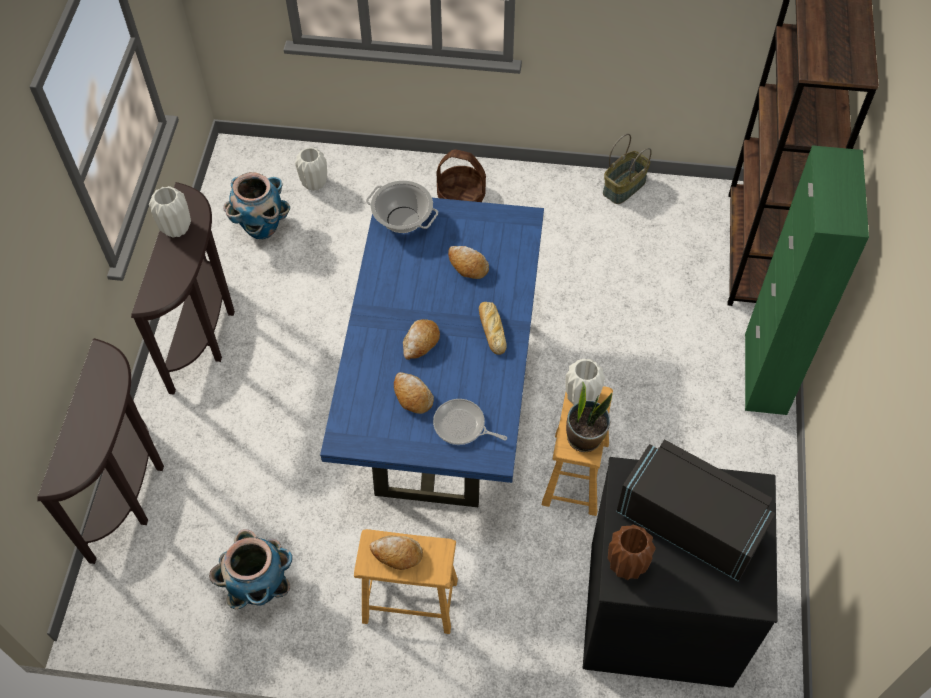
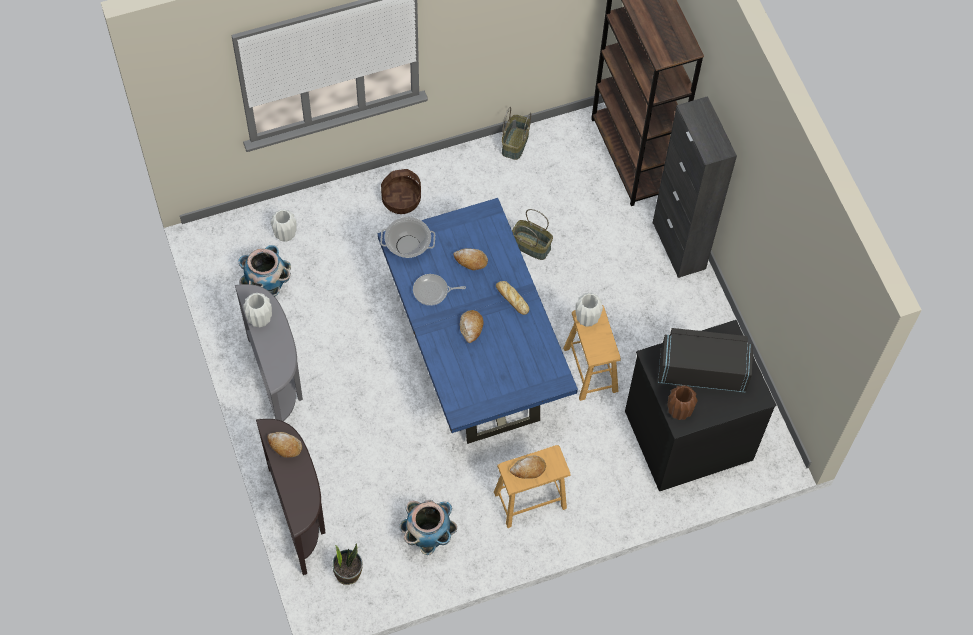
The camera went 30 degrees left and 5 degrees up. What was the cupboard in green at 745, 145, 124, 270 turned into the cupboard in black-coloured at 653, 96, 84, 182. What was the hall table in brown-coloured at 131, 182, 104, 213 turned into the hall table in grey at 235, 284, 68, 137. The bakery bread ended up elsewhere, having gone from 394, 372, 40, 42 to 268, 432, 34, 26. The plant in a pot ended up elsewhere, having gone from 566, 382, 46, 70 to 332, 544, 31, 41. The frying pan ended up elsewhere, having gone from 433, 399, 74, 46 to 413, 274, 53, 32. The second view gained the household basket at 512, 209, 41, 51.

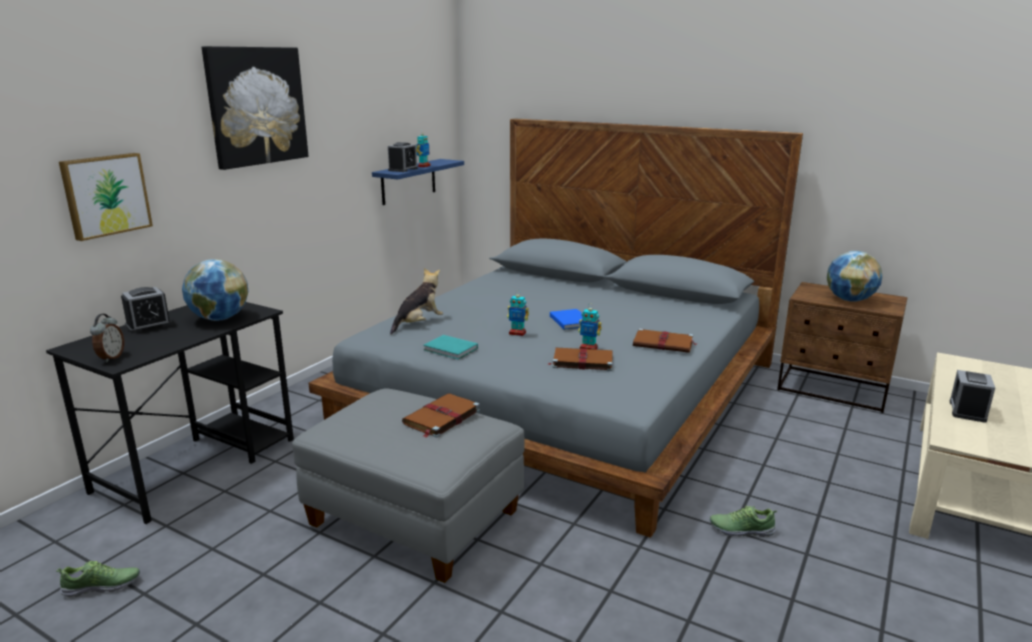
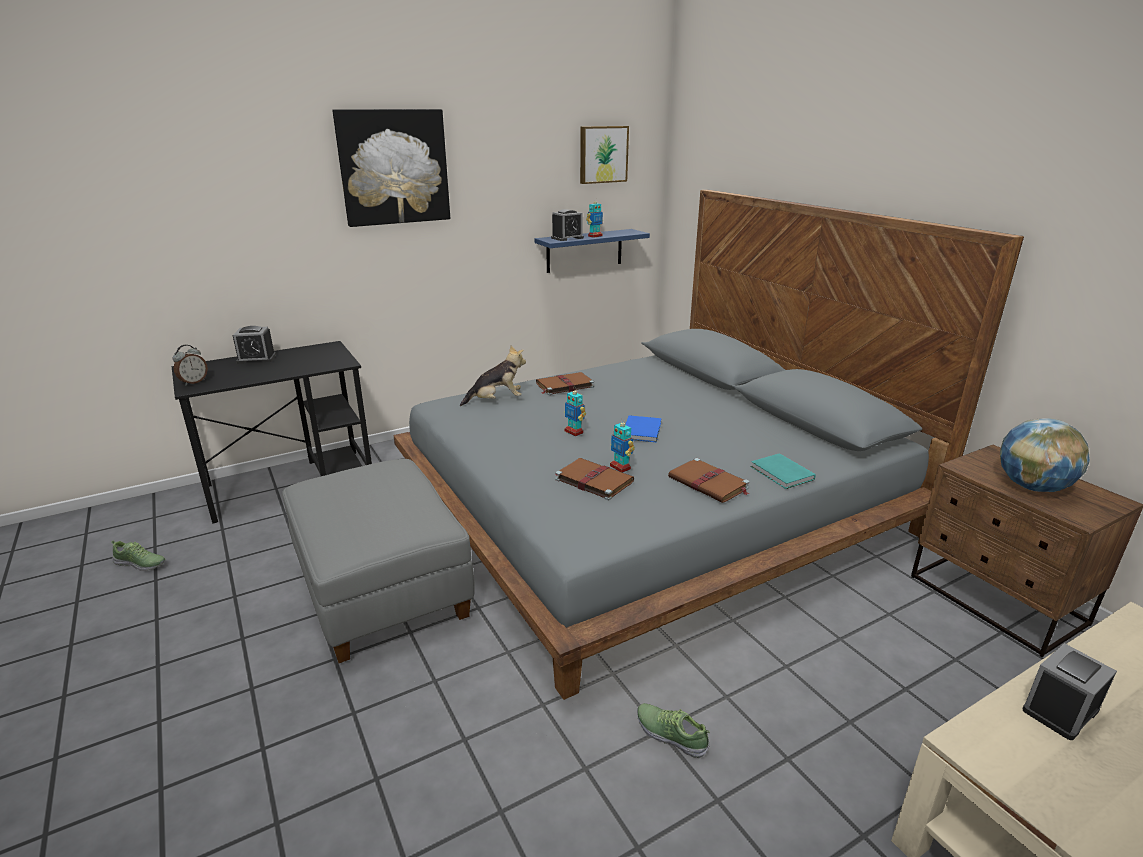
The camera went 30 degrees right and 5 degrees up. The picture ended up elsewhere, having gone from 59, 153, 94, 88 to 580, 126, 49, 58. The second view lost the globe at 182, 259, 66, 62. The volume in blue-green ended up elsewhere, having gone from 423, 335, 55, 24 to 751, 453, 65, 36. The volume in brown-coloured ended up elsewhere, having gone from 402, 394, 78, 44 to 536, 372, 58, 23.

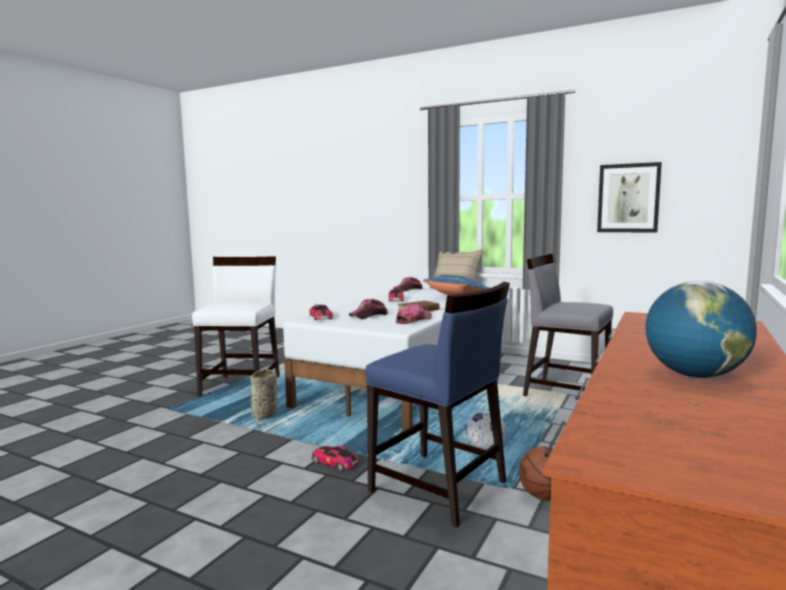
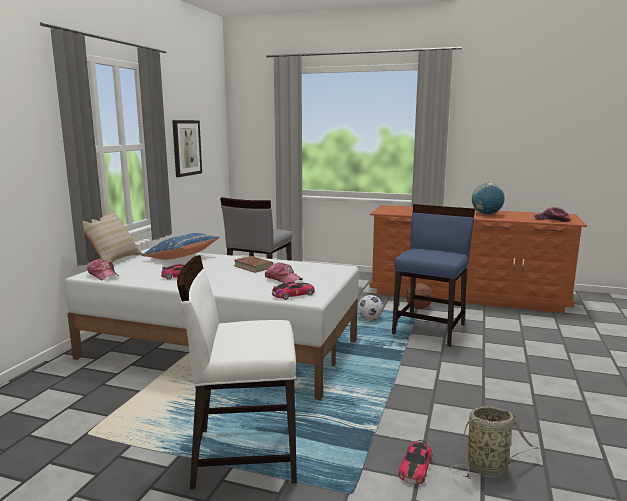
The camera went 100 degrees left and 5 degrees up. The peaked cap ended up elsewhere, having gone from 396, 304, 36, 20 to 534, 207, 37, 15. The household basket ended up elsewhere, having gone from 249, 368, 28, 60 to 450, 406, 90, 73. The toy car ended up elsewhere, having gone from 312, 446, 47, 25 to 399, 440, 33, 44.

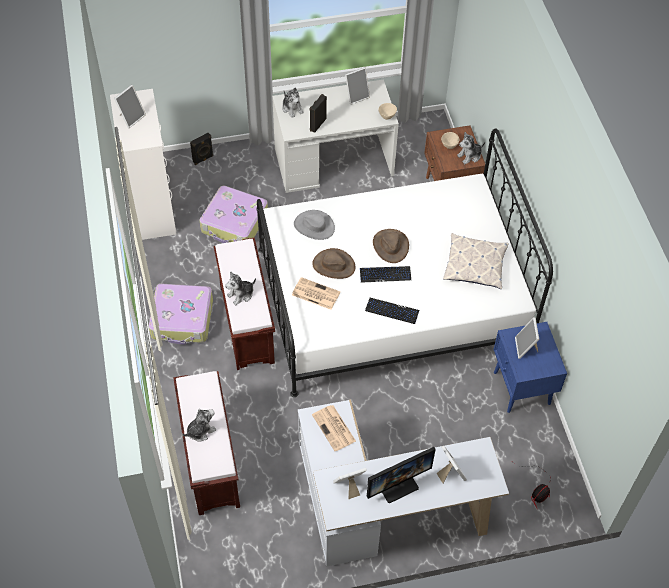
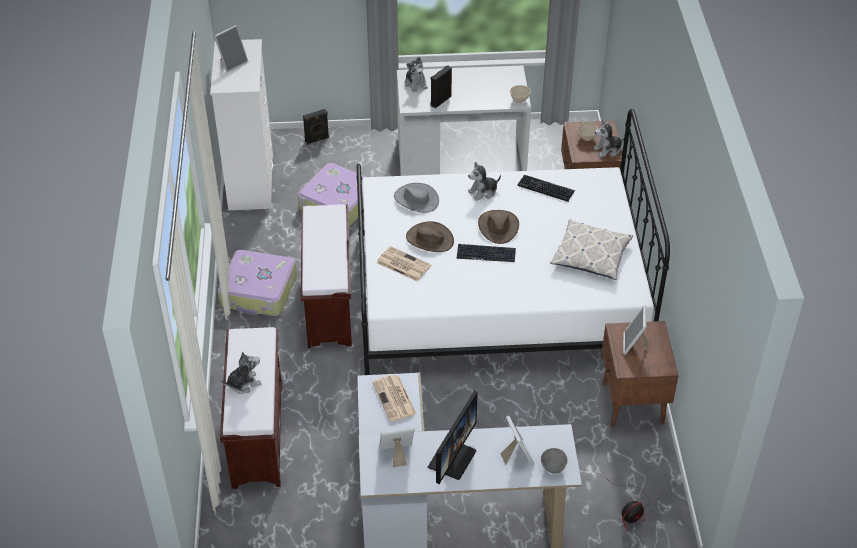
The camera went 10 degrees right and 10 degrees down. The second view lost the standing frame at 345, 67, 25, 38. The plush toy ended up elsewhere, having gone from 225, 271, 31, 34 to 468, 162, 33, 39. The PC keyboard ended up elsewhere, having gone from 365, 298, 55, 26 to 517, 175, 58, 27. What was the bedside table in bluish at 494, 322, 73, 91 turned into the bedside table in brown-coloured at 602, 321, 77, 106. The monitor at 367, 447, 69, 56 ended up facing another way, 45 degrees counterclockwise from before. The second view gained the deep dish in grey at 541, 448, 27, 26.

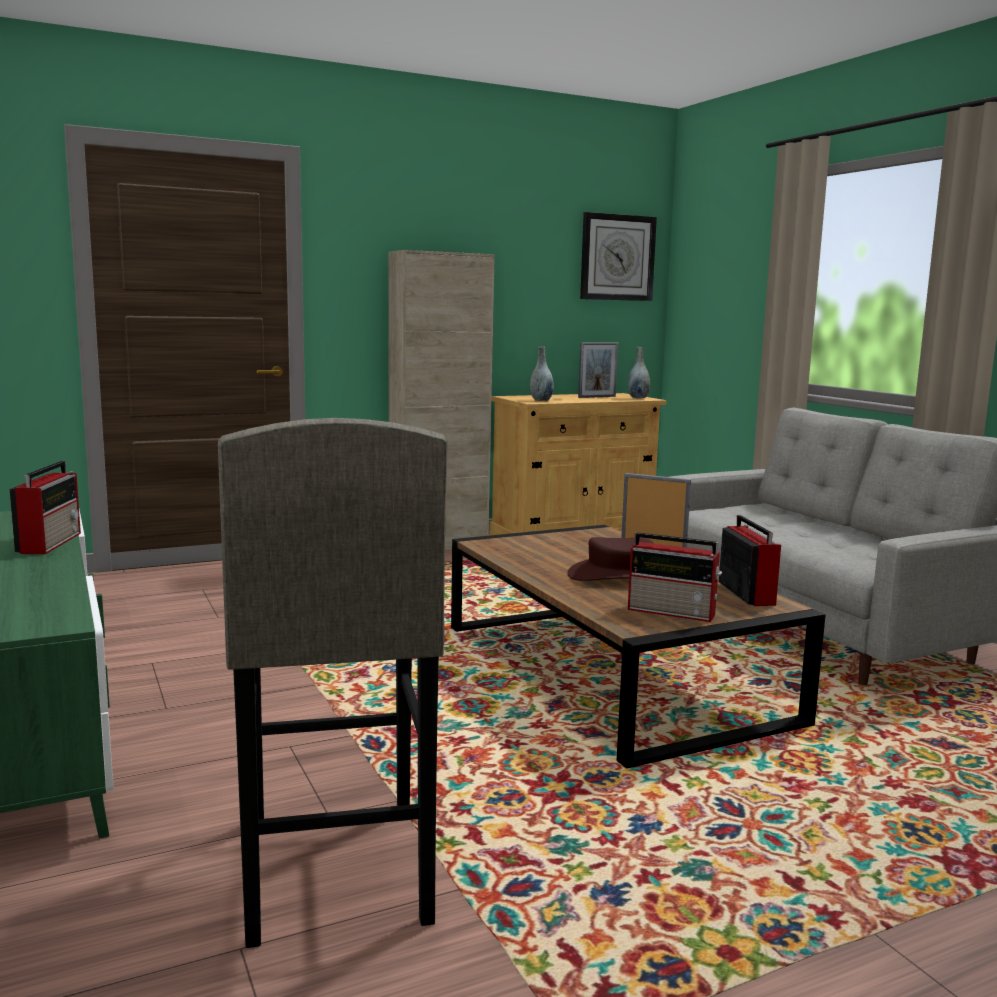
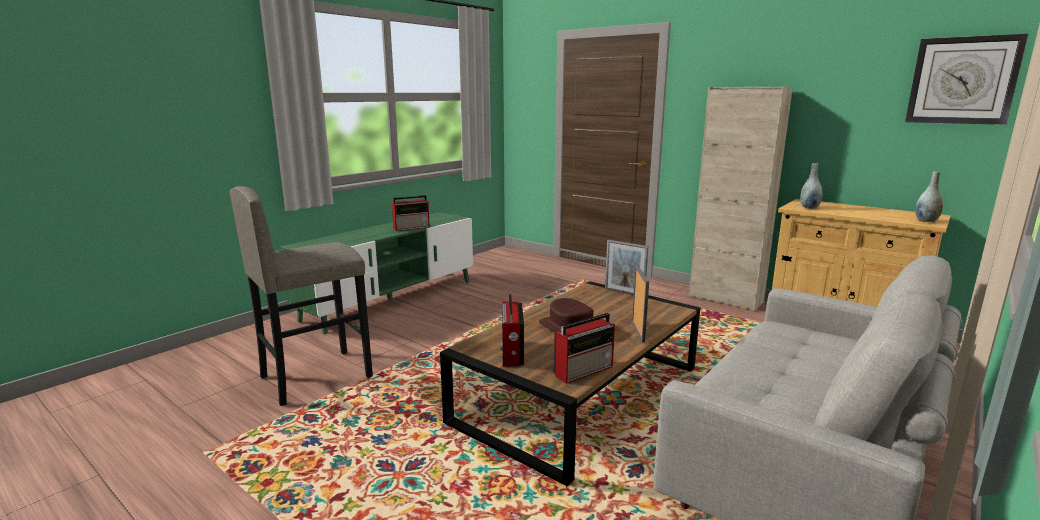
The camera went 65 degrees right and 5 degrees up. The standing frame ended up elsewhere, having gone from 578, 342, 40, 56 to 605, 240, 43, 55.

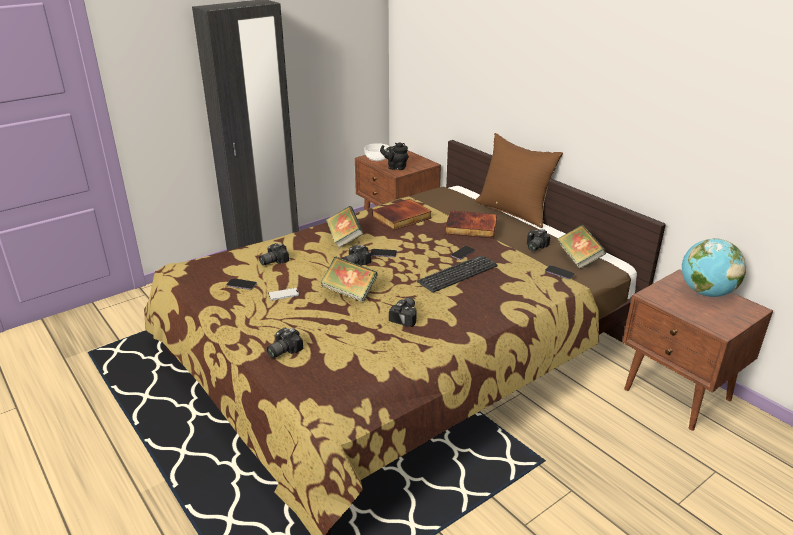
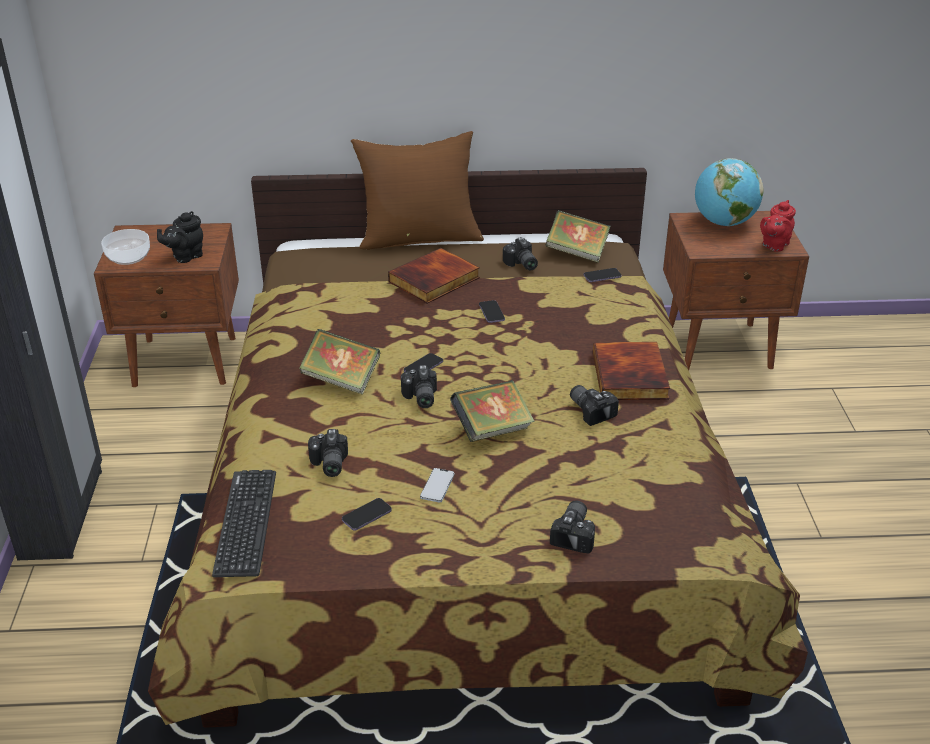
The camera went 55 degrees left and 5 degrees up. The volume ended up elsewhere, having gone from 372, 199, 60, 31 to 593, 342, 77, 58. The PC keyboard ended up elsewhere, having gone from 417, 256, 81, 37 to 212, 470, 64, 107. The photo camera at 267, 328, 36, 30 ended up facing another way, 150 degrees counterclockwise from before. The second view gained the tea pot in red-coloured at 760, 200, 36, 52.

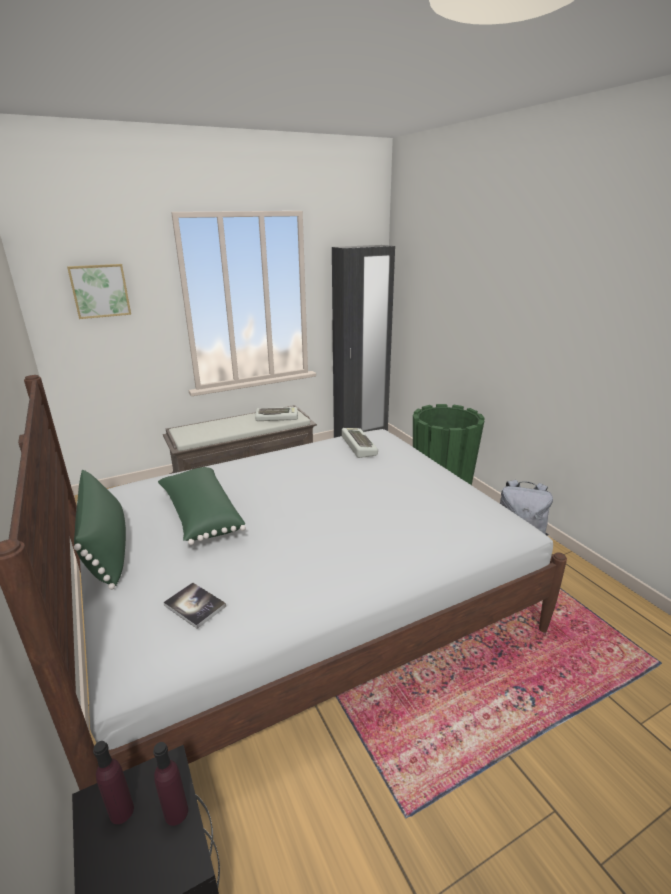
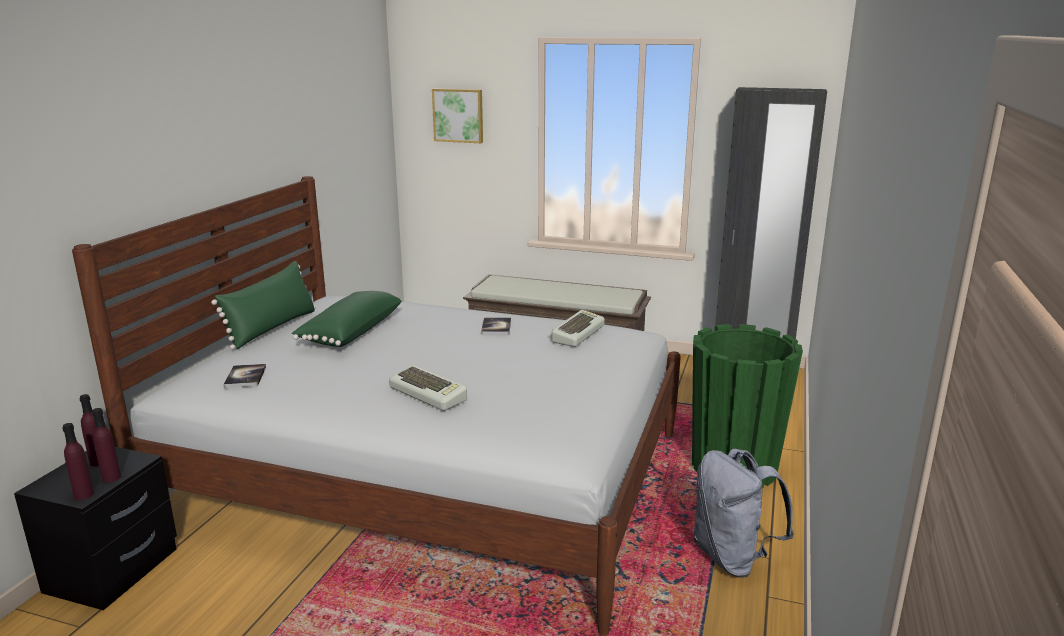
The camera went 45 degrees right and 5 degrees down. The PC keyboard ended up elsewhere, having gone from 255, 407, 43, 14 to 389, 365, 78, 46. The second view gained the volume at 481, 317, 30, 18. The second view gained the bottle in purple at 62, 423, 32, 77.

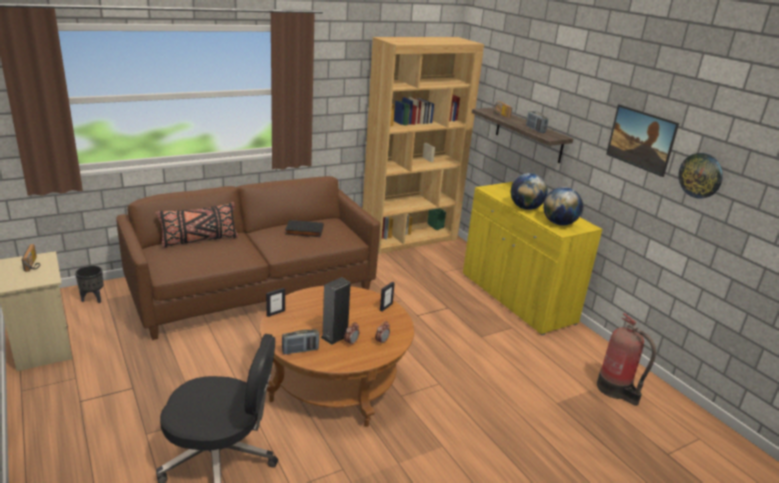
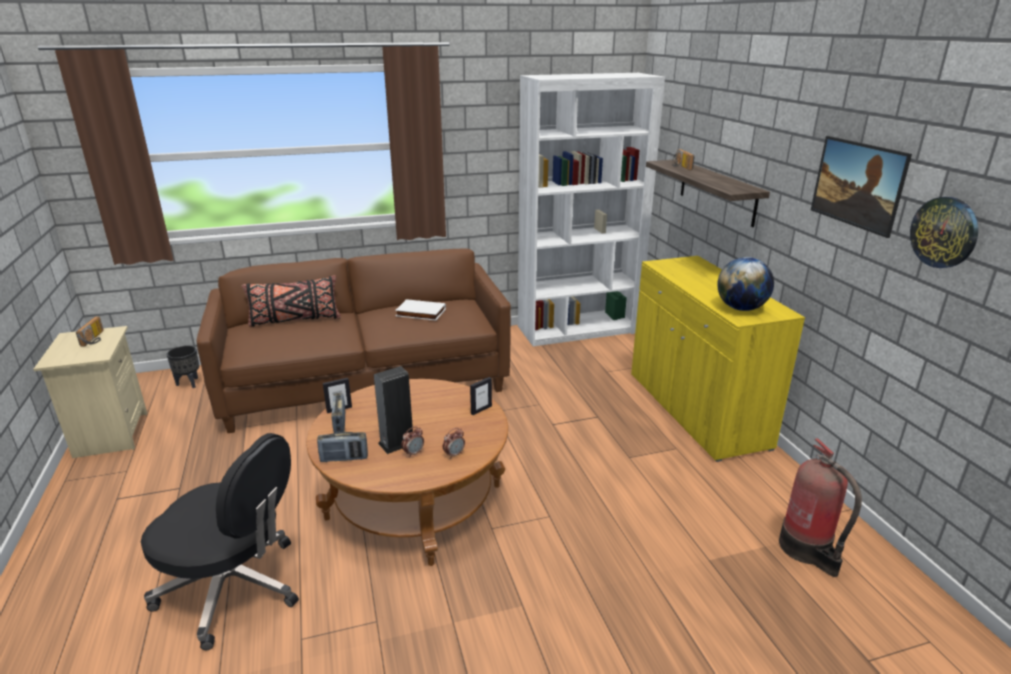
The camera went 15 degrees right and 0 degrees up. What was the bookshelf in brown-coloured at 363, 37, 121, 217 turned into the bookshelf in white-coloured at 518, 73, 147, 273. The radio receiver ended up elsewhere, having gone from 526, 111, 22, 22 to 331, 393, 14, 40. The second view lost the globe at 511, 173, 37, 37. What was the volume in black-coloured at 285, 220, 38, 17 turned into the volume in white-coloured at 395, 299, 51, 22.

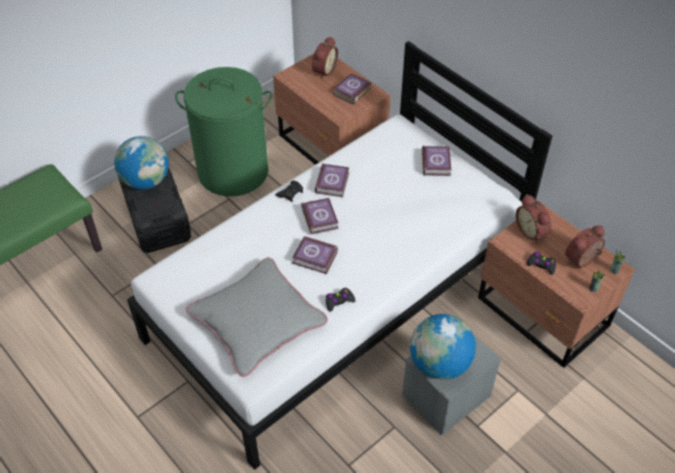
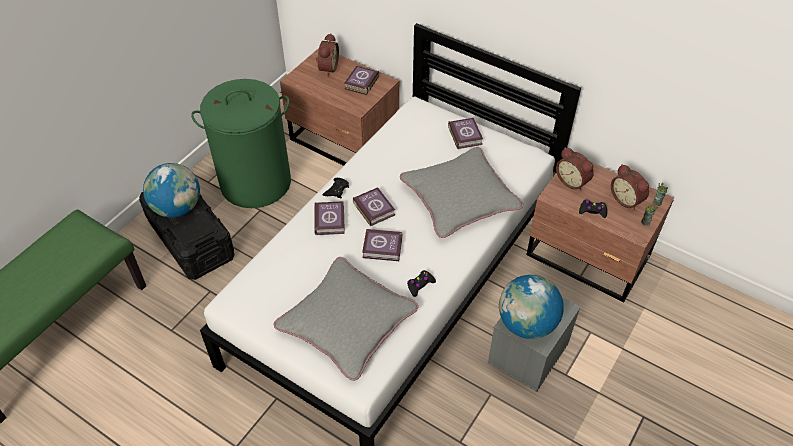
The camera went 15 degrees left and 0 degrees up. The volume ended up elsewhere, having gone from 315, 163, 34, 34 to 314, 201, 31, 34. The table clock at 565, 225, 40, 43 ended up facing another way, 75 degrees counterclockwise from before. The second view gained the pillow in grey at 400, 147, 123, 91.

